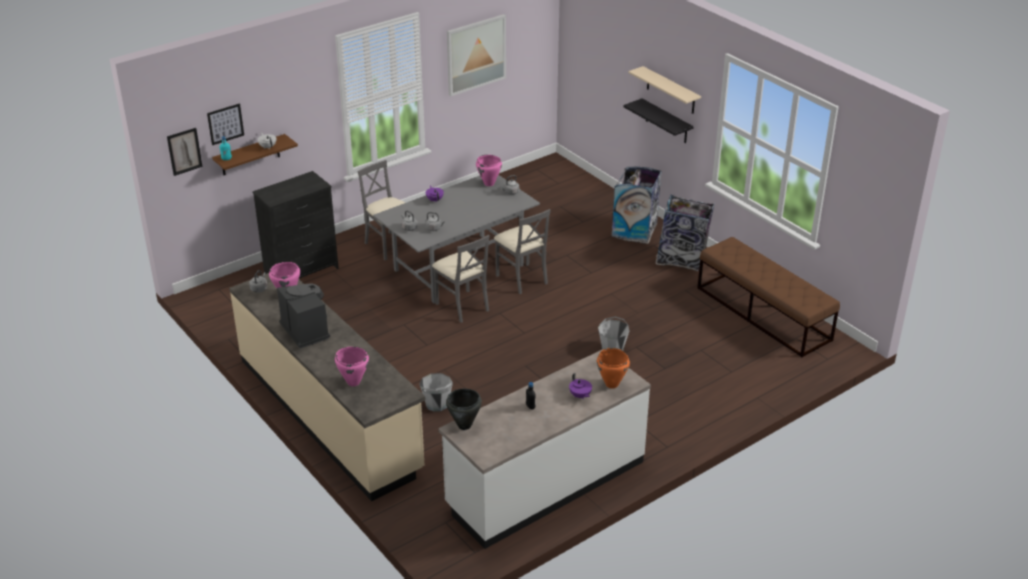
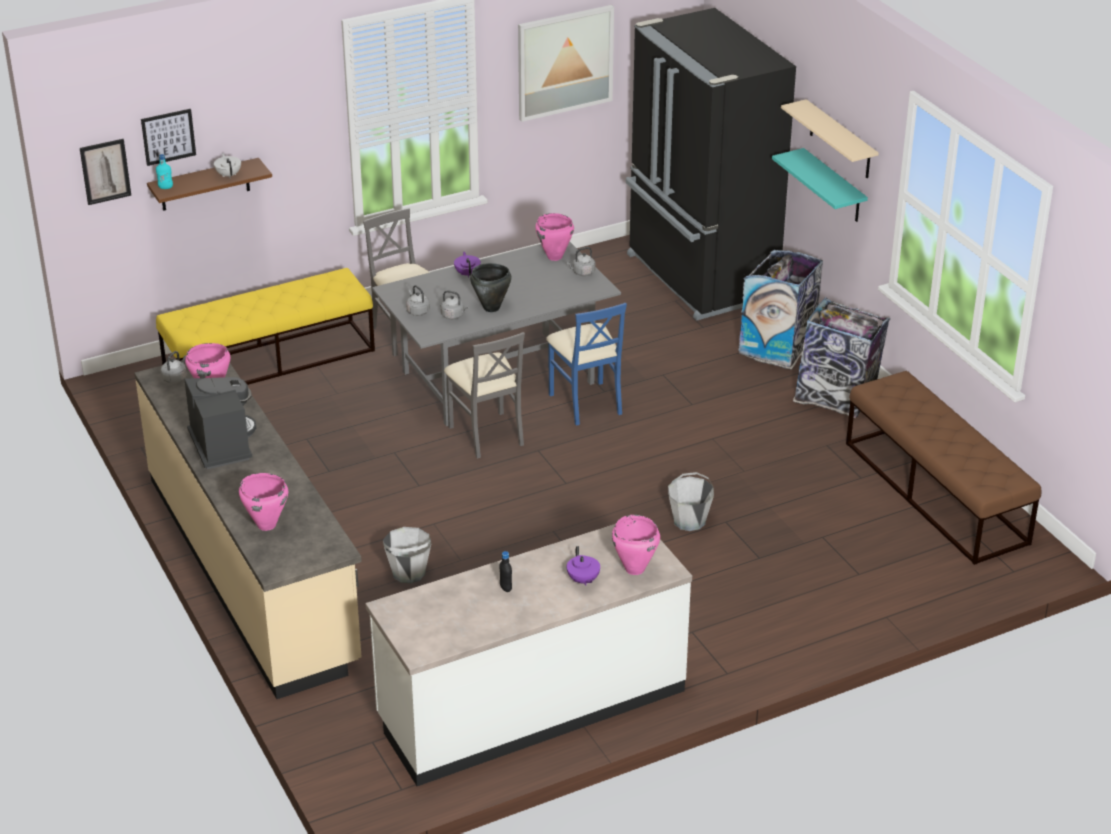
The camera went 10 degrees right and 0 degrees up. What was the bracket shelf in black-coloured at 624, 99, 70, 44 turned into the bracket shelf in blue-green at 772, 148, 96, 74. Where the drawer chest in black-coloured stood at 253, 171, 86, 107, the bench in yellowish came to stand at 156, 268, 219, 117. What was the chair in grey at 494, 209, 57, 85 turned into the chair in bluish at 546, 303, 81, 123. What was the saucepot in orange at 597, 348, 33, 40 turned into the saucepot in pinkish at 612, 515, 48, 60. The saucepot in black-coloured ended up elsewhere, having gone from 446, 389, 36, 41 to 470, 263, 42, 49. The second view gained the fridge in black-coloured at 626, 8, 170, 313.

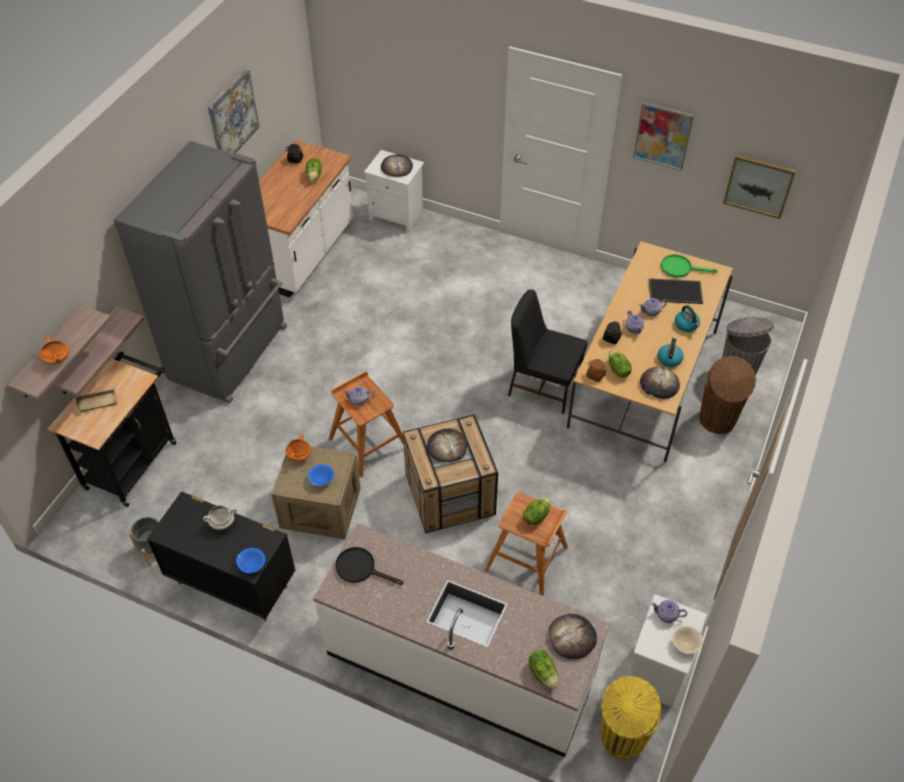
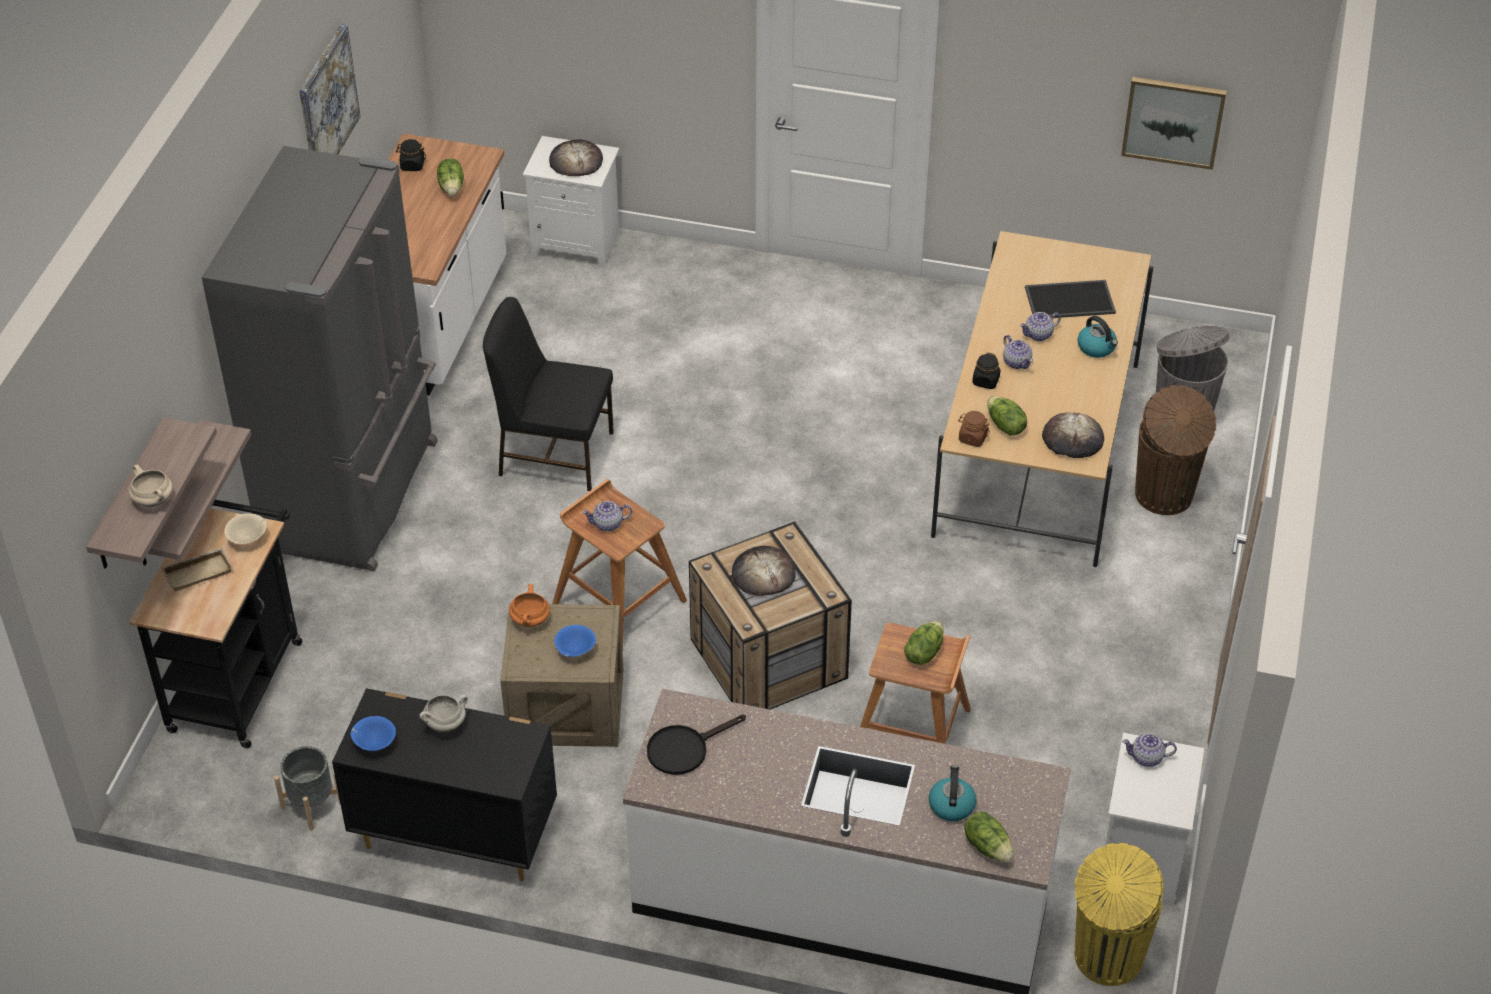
The camera went 10 degrees left and 5 degrees down. The second view lost the picture at 633, 102, 61, 69. The second view lost the frying pan in green at 661, 255, 57, 22. The chair in black-coloured ended up elsewhere, having gone from 508, 289, 80, 125 to 483, 297, 131, 194. What was the saucepot in orange at 40, 336, 29, 28 turned into the saucepot in sand-coloured at 128, 465, 45, 42. The water kettle ended up elsewhere, having gone from 658, 338, 26, 29 to 929, 765, 48, 56. The frying pan in black-coloured at 336, 547, 67, 38 ended up facing another way, 45 degrees counterclockwise from before. The deep dish in bluish ended up elsewhere, having gone from 236, 548, 29, 25 to 350, 716, 46, 35. The second view lost the bakery bread at 548, 614, 49, 45. The deep dish in sand-coloured ended up elsewhere, having gone from 673, 626, 30, 28 to 224, 513, 43, 31.

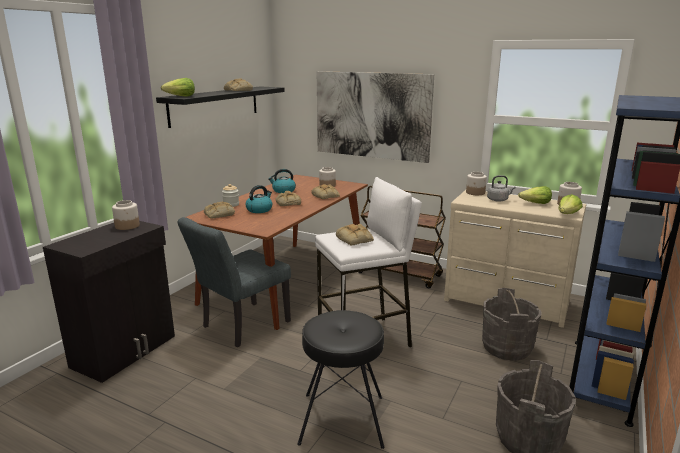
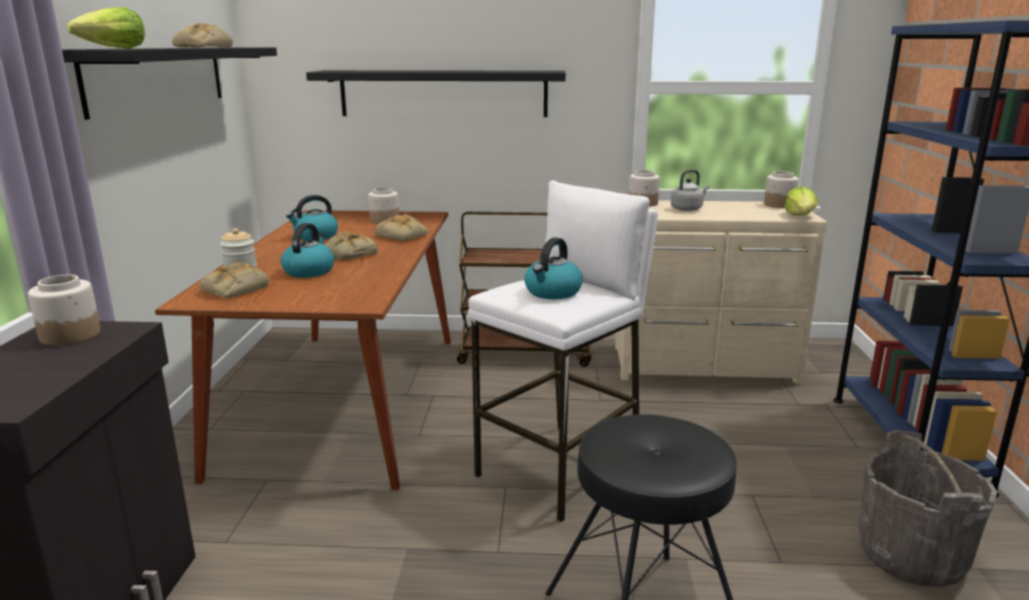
The camera went 25 degrees left and 0 degrees up. Where the picture hung at 317, 71, 117, 92, the bracket shelf in black-coloured came to hang at 306, 70, 260, 47. The second view lost the head of lettuce at 518, 186, 34, 18. The second view lost the chair in grey at 178, 217, 113, 130. Where the bakery bread stood at 336, 224, 38, 21, the water kettle came to stand at 524, 237, 59, 62. The second view lost the bucket in grey at 482, 288, 60, 73.

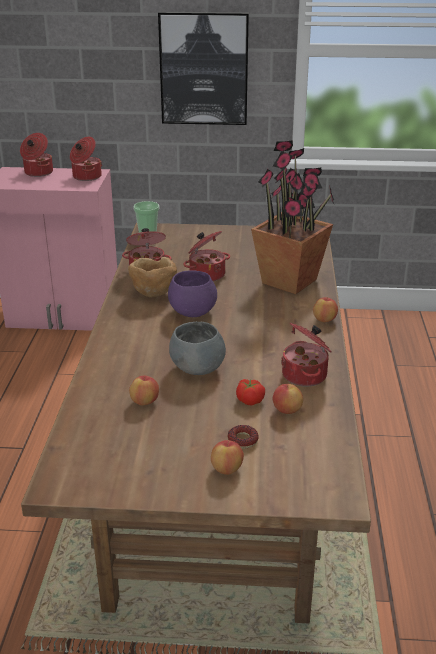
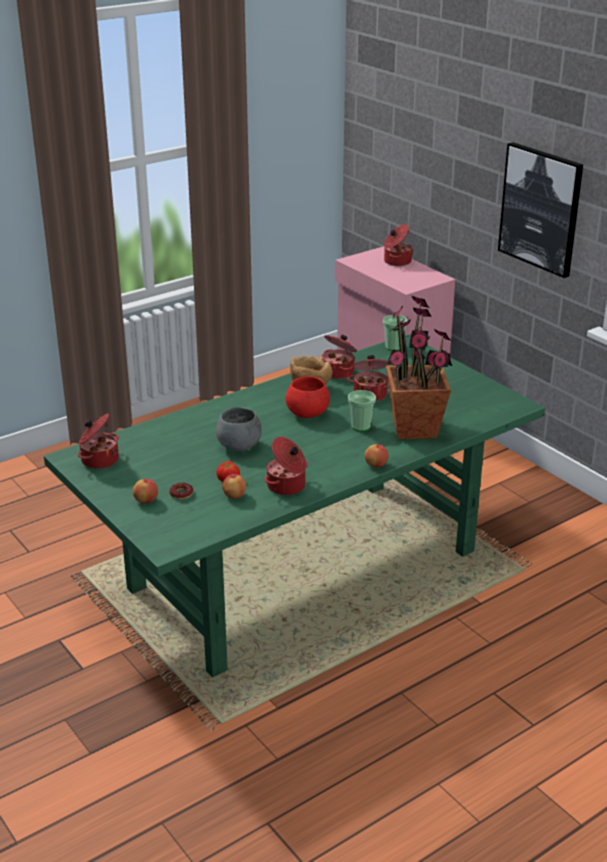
The camera went 50 degrees right and 0 degrees up. The saucepot ended up elsewhere, having gone from 70, 137, 32, 44 to 78, 413, 41, 56. What was the dinner table in brown-coloured at 21, 223, 350, 400 turned into the dinner table in green at 44, 334, 501, 343. What was the deep dish in purple at 168, 270, 49, 47 turned into the deep dish in red-coloured at 286, 376, 44, 42. The second view lost the apple at 129, 376, 30, 29. The second view gained the cup at 348, 390, 28, 41.

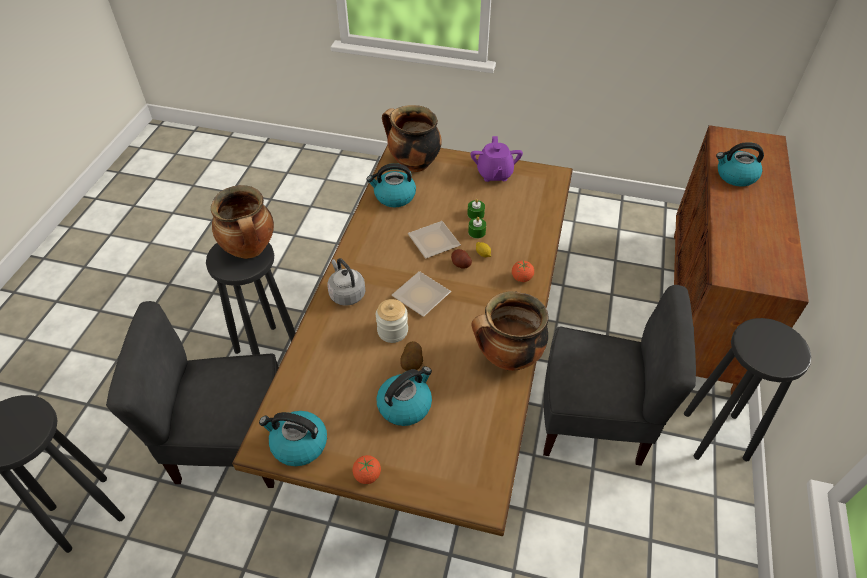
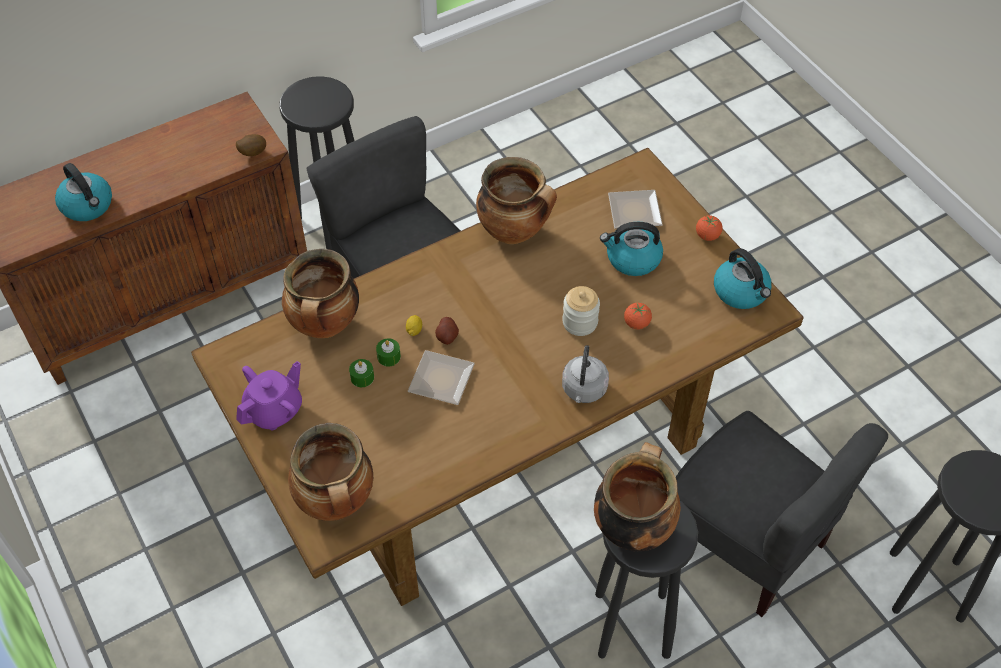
The camera went 135 degrees left and 5 degrees up. The second view lost the water kettle at 366, 163, 50, 44. The fresh tomato ended up elsewhere, having gone from 512, 261, 22, 21 to 624, 303, 28, 27. The flat dish ended up elsewhere, having gone from 392, 271, 59, 46 to 608, 190, 55, 39. The spud ended up elsewhere, having gone from 400, 341, 23, 30 to 236, 134, 30, 22. The second view gained the saucepot at 282, 249, 77, 89.

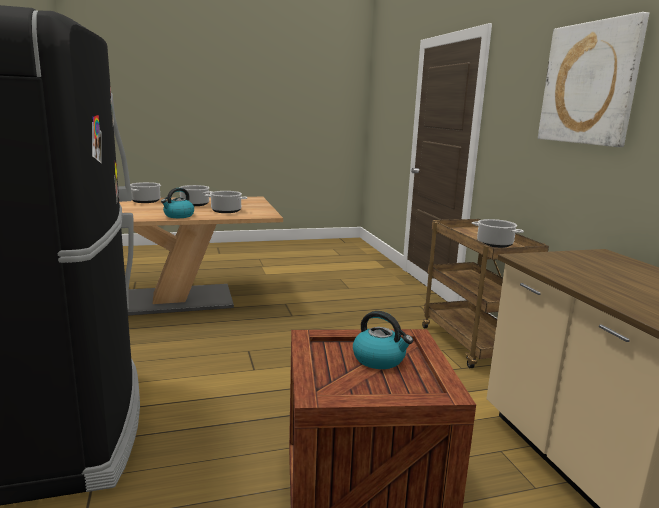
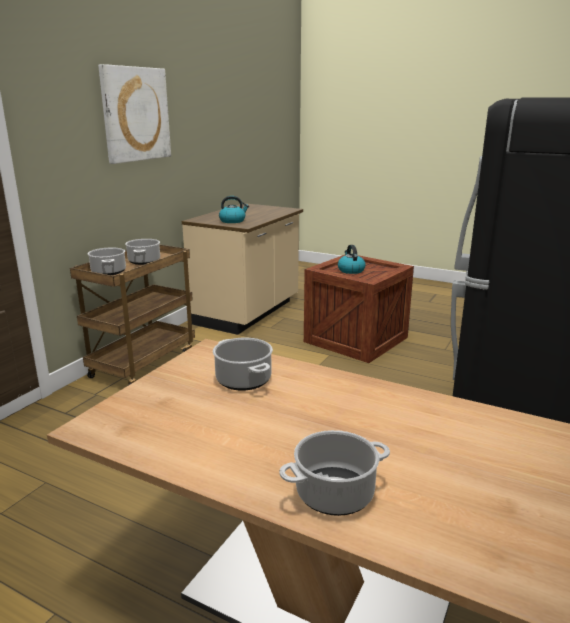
The camera went 135 degrees left and 5 degrees up. The saucepot ended up elsewhere, having gone from 179, 185, 33, 21 to 88, 247, 38, 28. The water kettle ended up elsewhere, having gone from 161, 188, 33, 30 to 219, 196, 30, 27.

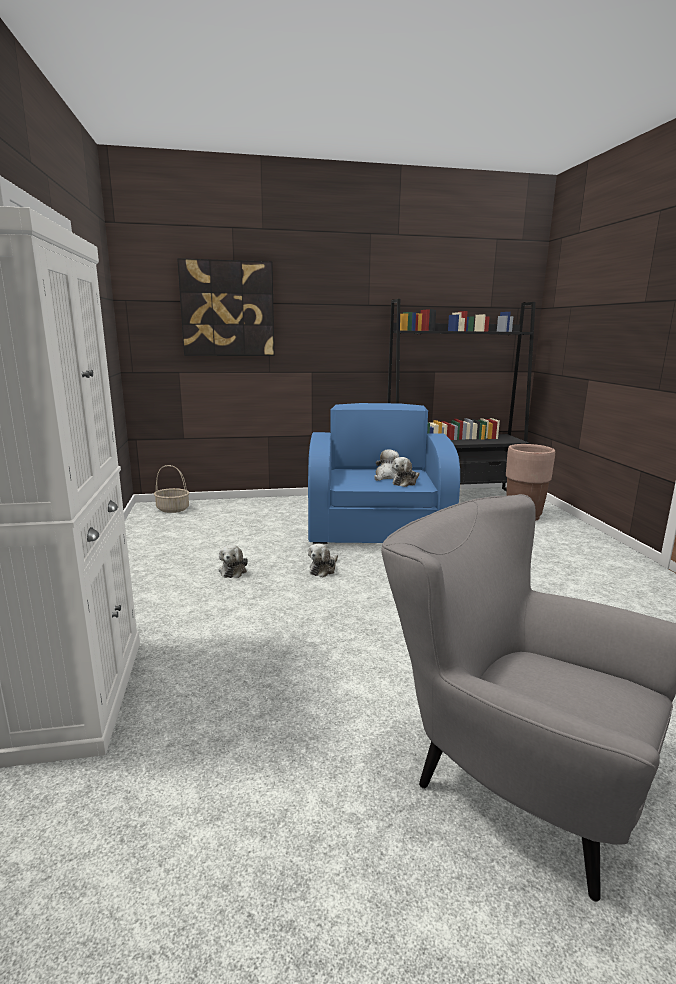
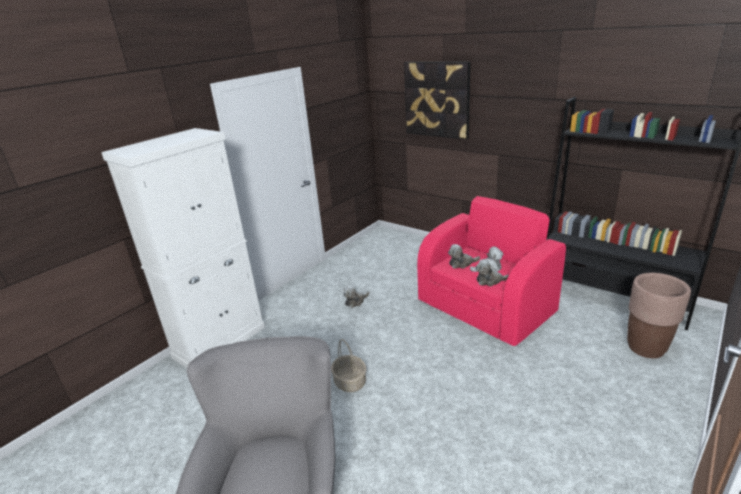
The camera went 50 degrees right and 10 degrees up. What was the armchair in bluish at 308, 403, 152, 141 turned into the armchair in pinkish at 417, 196, 149, 150. The household basket ended up elsewhere, having gone from 154, 465, 35, 48 to 331, 339, 35, 53. The plush toy ended up elsewhere, having gone from 308, 544, 30, 33 to 448, 244, 32, 25.

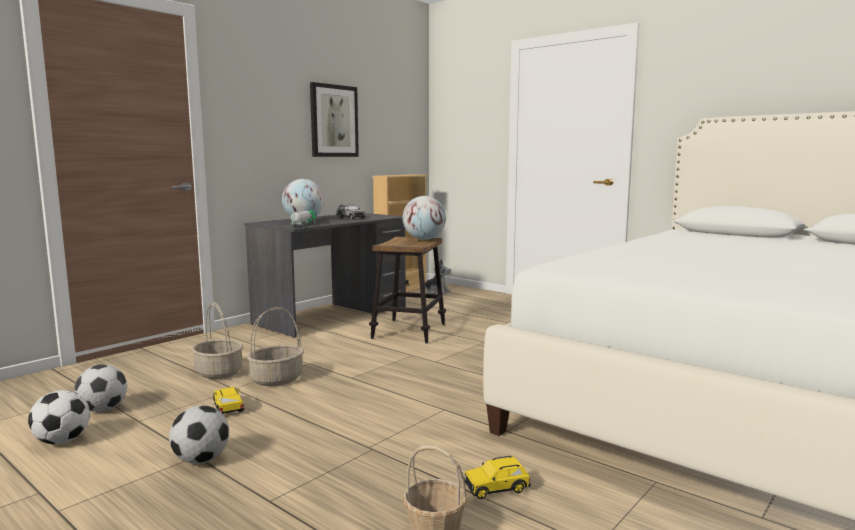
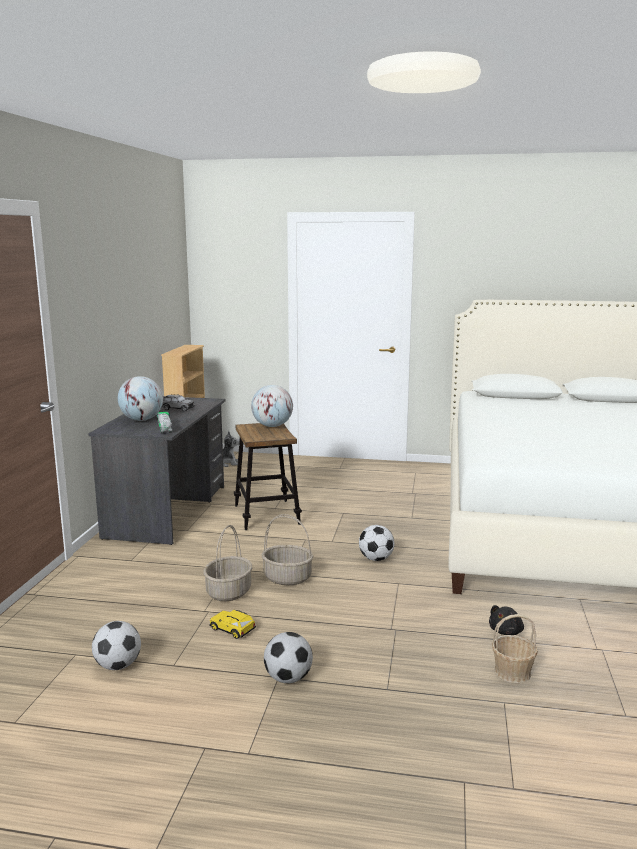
The camera went 30 degrees left and 5 degrees up. The second view lost the picture at 310, 82, 49, 75. The household basket ended up elsewhere, having gone from 192, 302, 51, 77 to 261, 514, 52, 71. The football ended up elsewhere, having gone from 28, 390, 62, 54 to 359, 525, 35, 36. Where the toy car in yellowish stood at 464, 456, 67, 43, the plush toy in black-coloured came to stand at 489, 605, 35, 30.

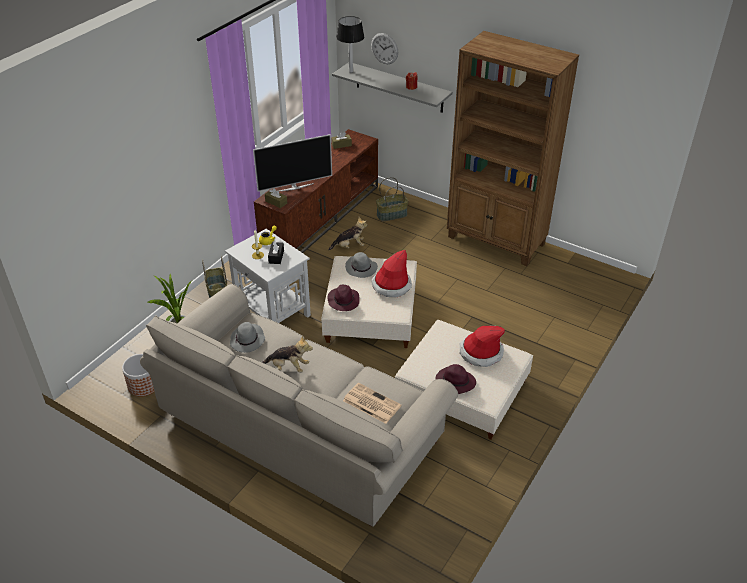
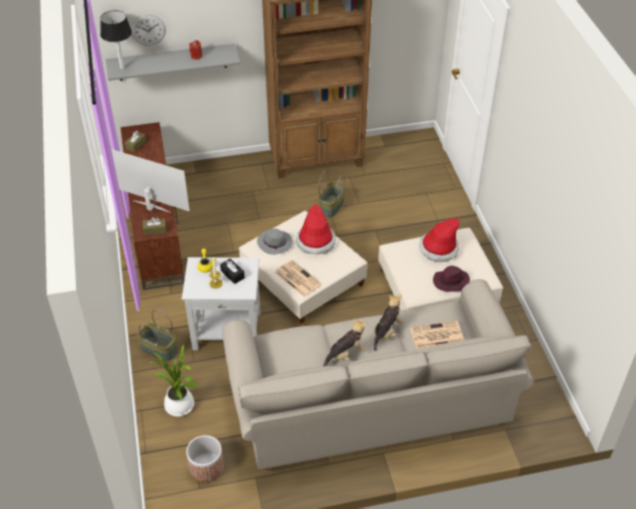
The camera went 45 degrees left and 5 degrees up. The TV at 253, 134, 79, 58 ended up facing another way, 90 degrees counterclockwise from before. The household basket ended up elsewhere, having gone from 376, 177, 32, 44 to 318, 170, 27, 48. The plush toy ended up elsewhere, having gone from 329, 217, 38, 33 to 374, 294, 29, 57. Where the hat in purple stood at 327, 285, 33, 26, the daily paper came to stand at 275, 260, 47, 37. The second view lost the hat in grey at 230, 322, 35, 31.

